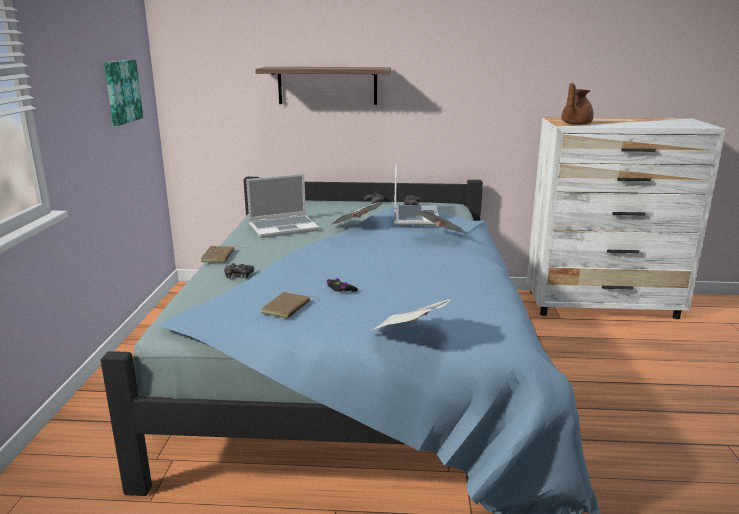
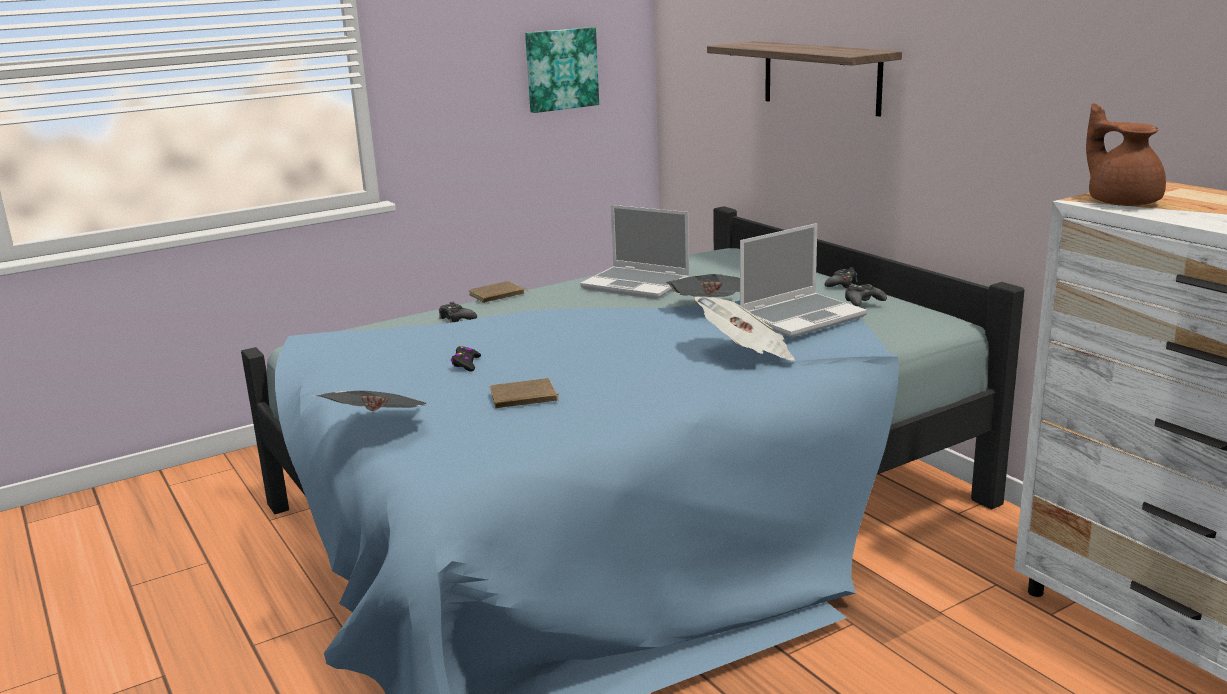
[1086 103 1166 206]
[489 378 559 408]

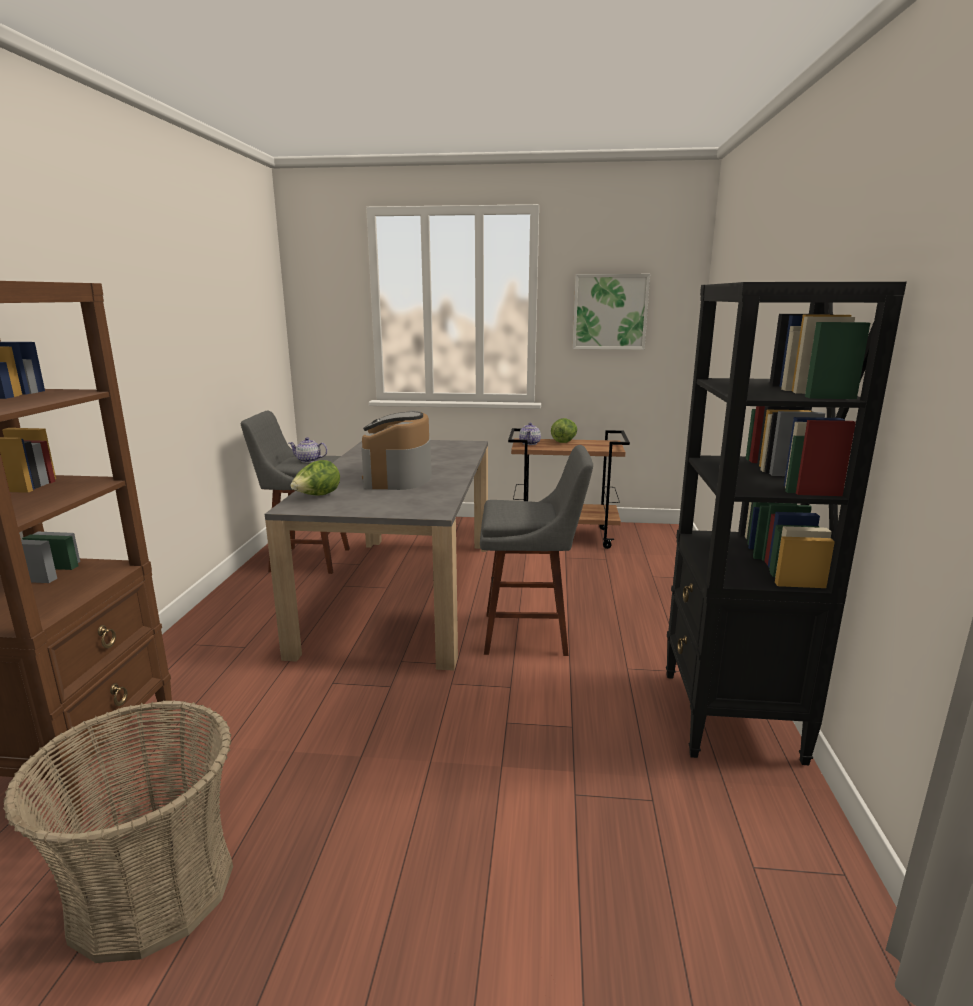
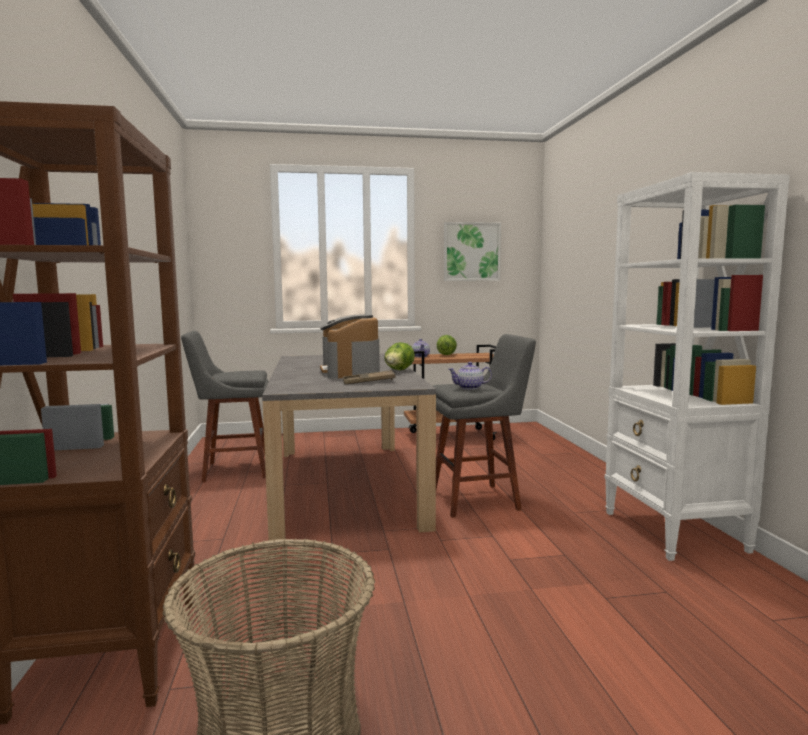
[605 172 790 561]
[449 362 492 390]
[384 342 415 370]
[343 370 396 384]

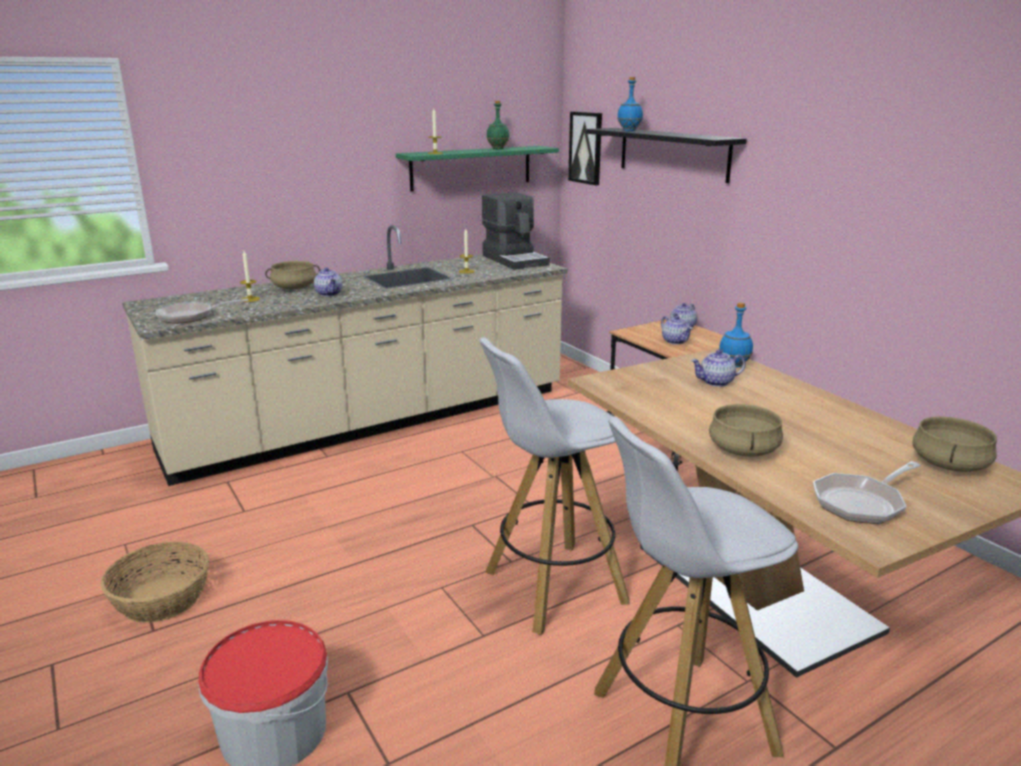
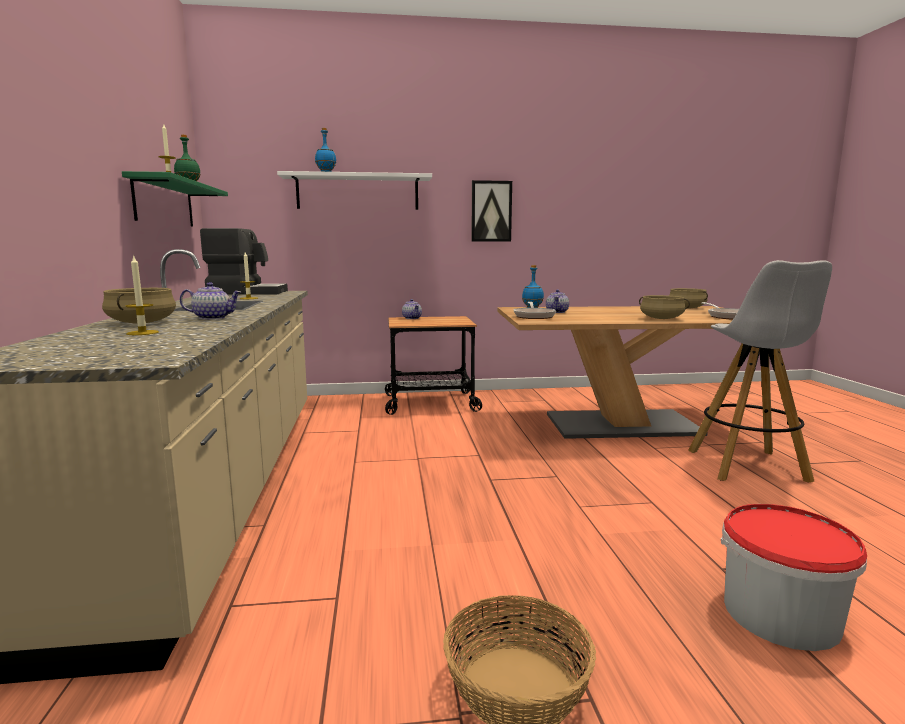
[471 180 512 241]
[277 171 432 210]
[513 302 556 319]
[661 316 693 345] (first image)
[480 337 629 635] (first image)

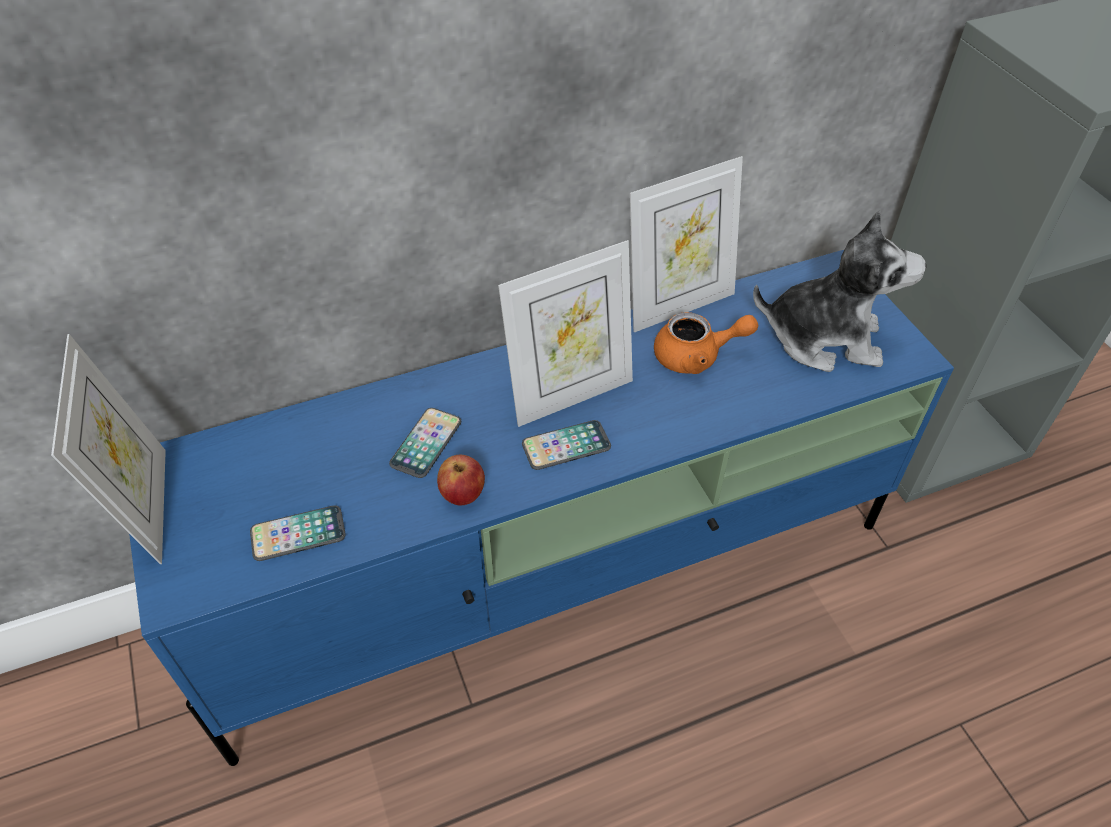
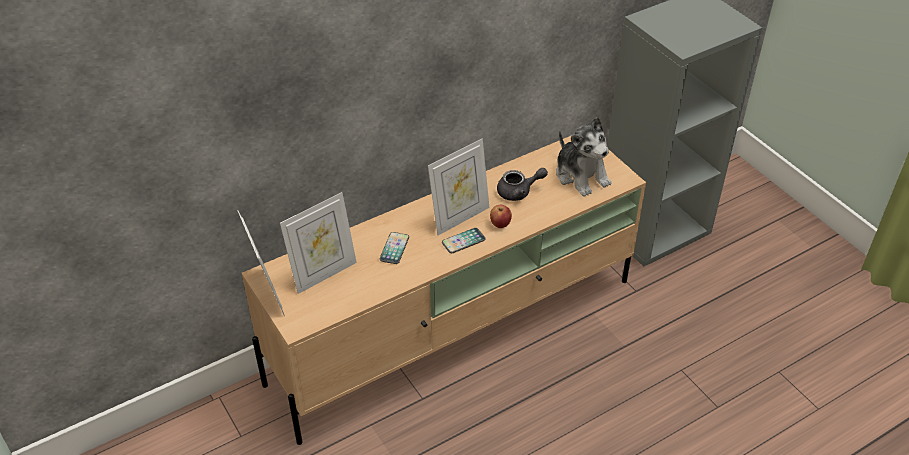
[280 192 357 294]
[556 117 611 197]
[242 135 646 445]
[497 168 548 201]
[490 205 512 228]
[250 505 346 561] (first image)

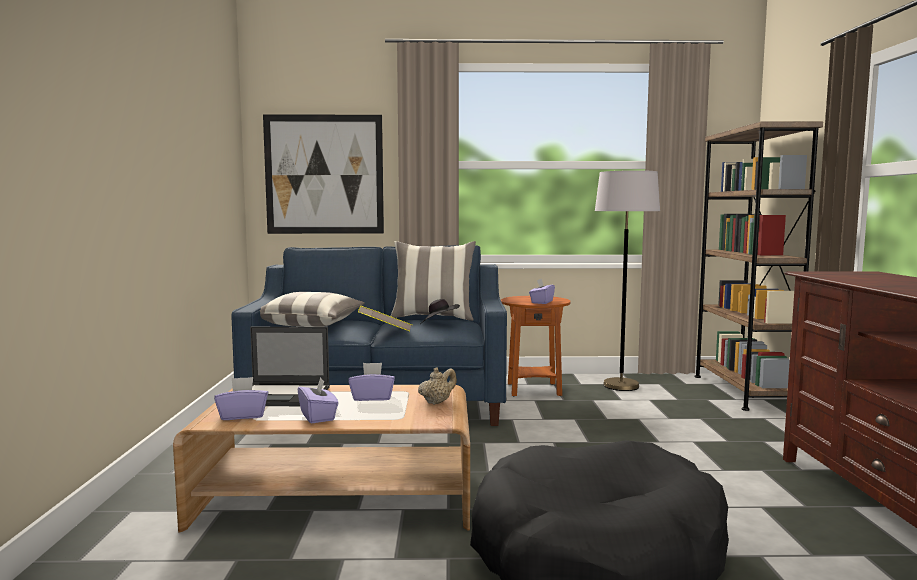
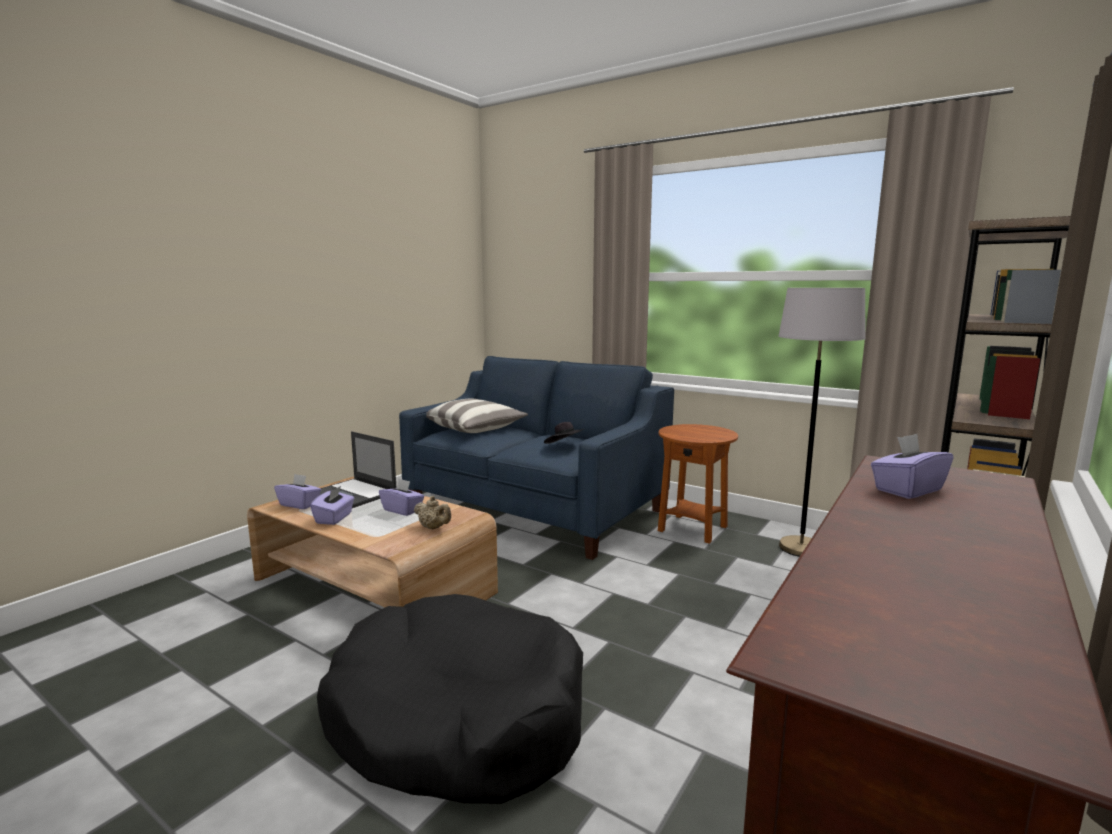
[263 114 384 234] (first image)
[391 241 476 321] (first image)
[871 434 953 499]
[358 306 412 331] (first image)
[414 496 451 529]

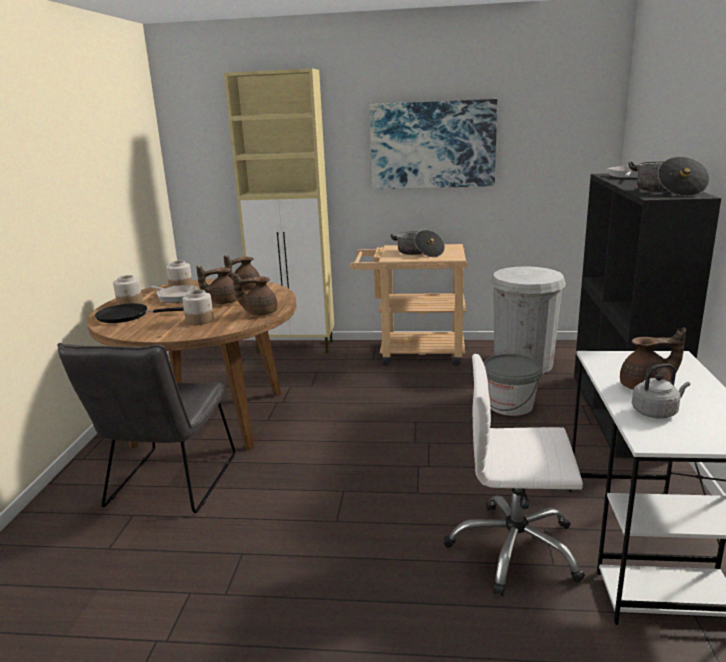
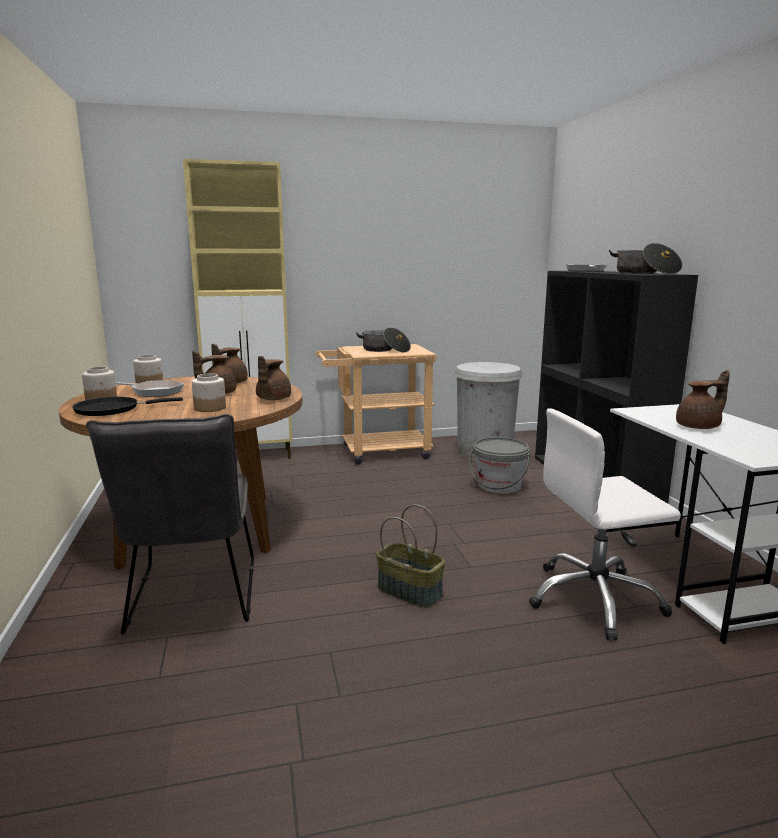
[369 99 497 189] (first image)
[256 356 291 400]
[632 363 690 419] (first image)
[376 504 445 608]

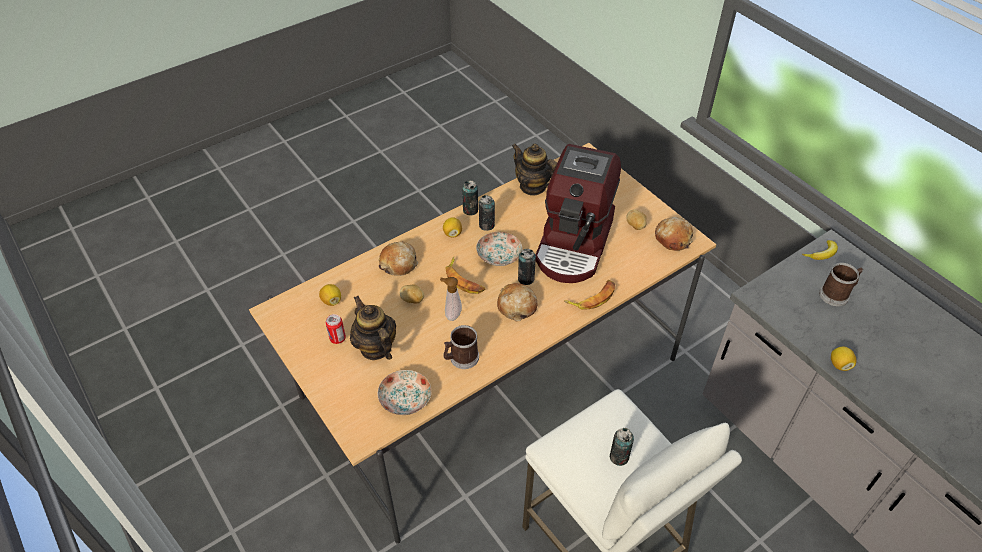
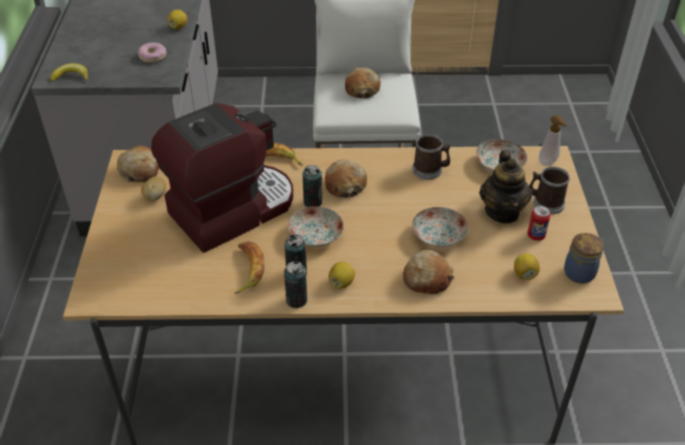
[512 144 557 196] (first image)
[235 241 265 294]
[529 167 570 214]
[539 115 567 166]
[412 207 468 247]
[345 67 381 98]
[138 42 167 63]
[564 233 604 283]

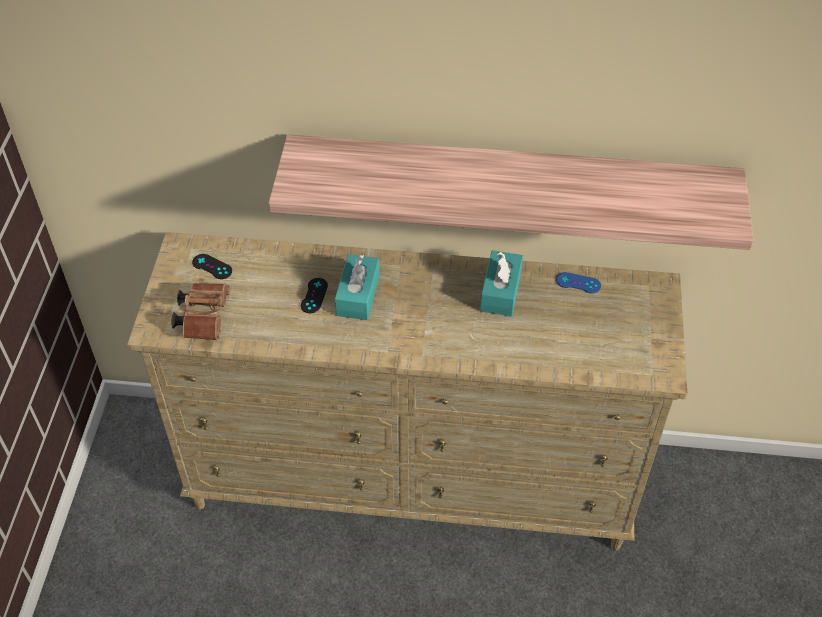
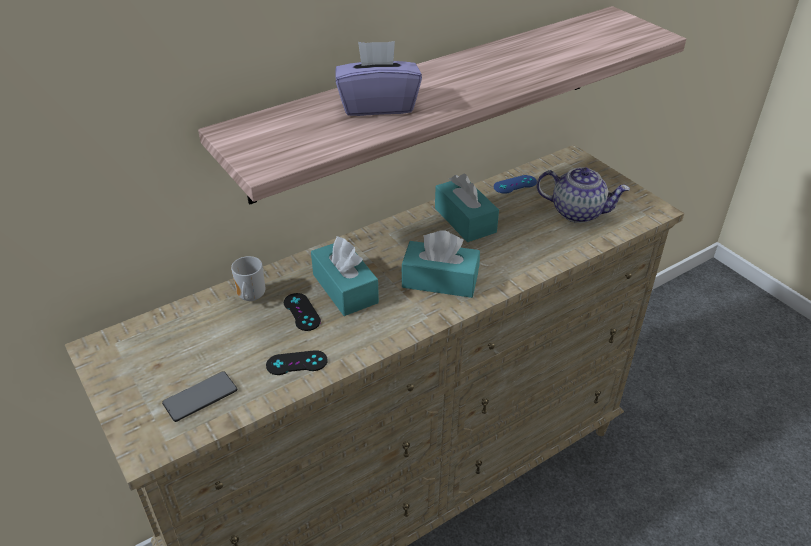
[266 350 328 375]
[162 371 237 422]
[336 41 422 116]
[537 167 630 223]
[402 230 480 298]
[231 256 265 301]

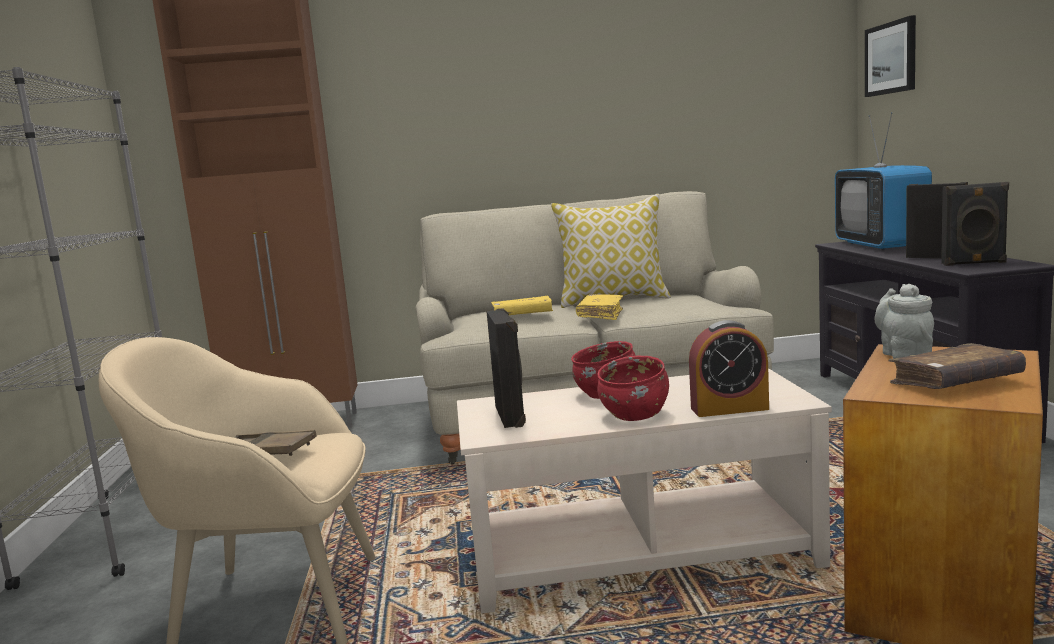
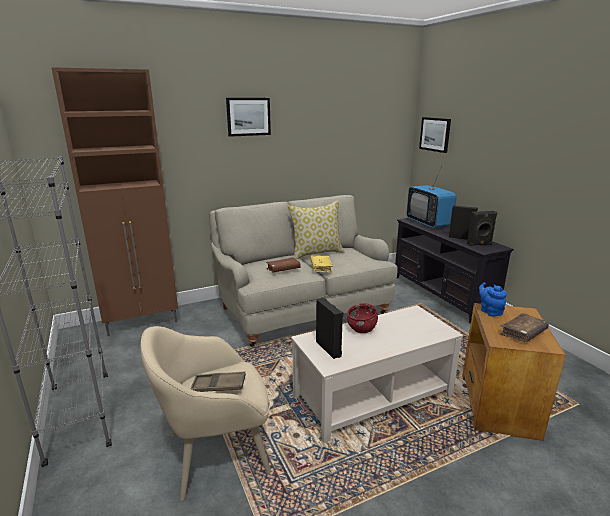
[479 282 507 317]
[266 257 301 273]
[689 320 769 417] (first image)
[597 355 669 421] (first image)
[226 98 271 137]

